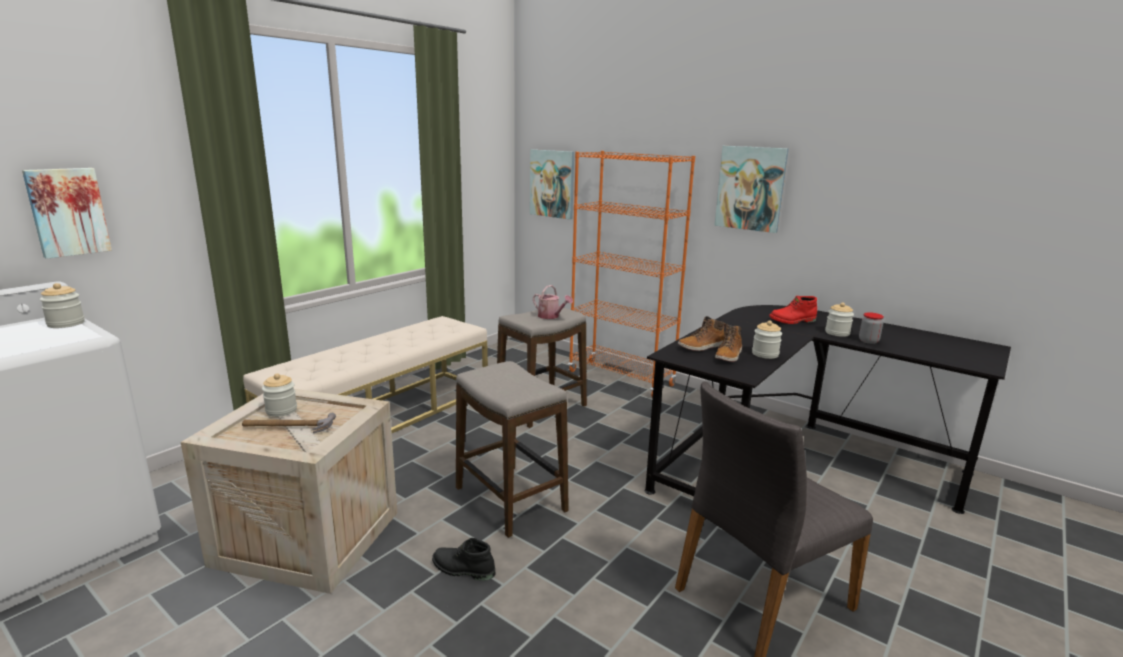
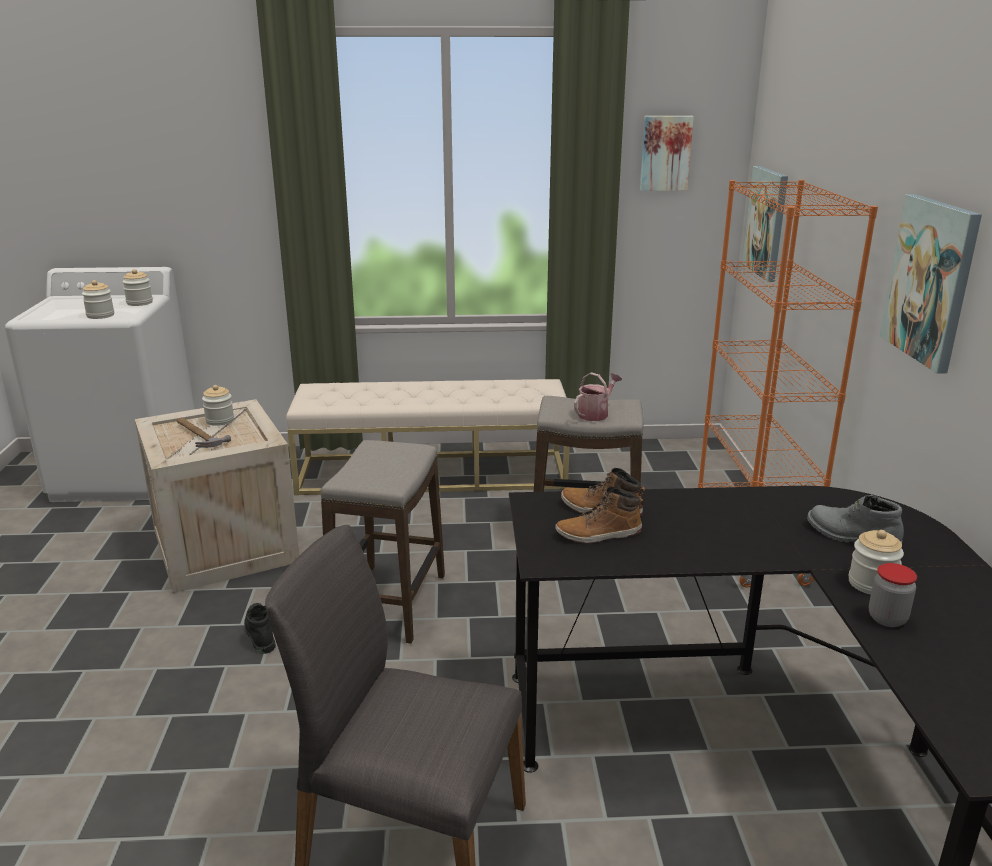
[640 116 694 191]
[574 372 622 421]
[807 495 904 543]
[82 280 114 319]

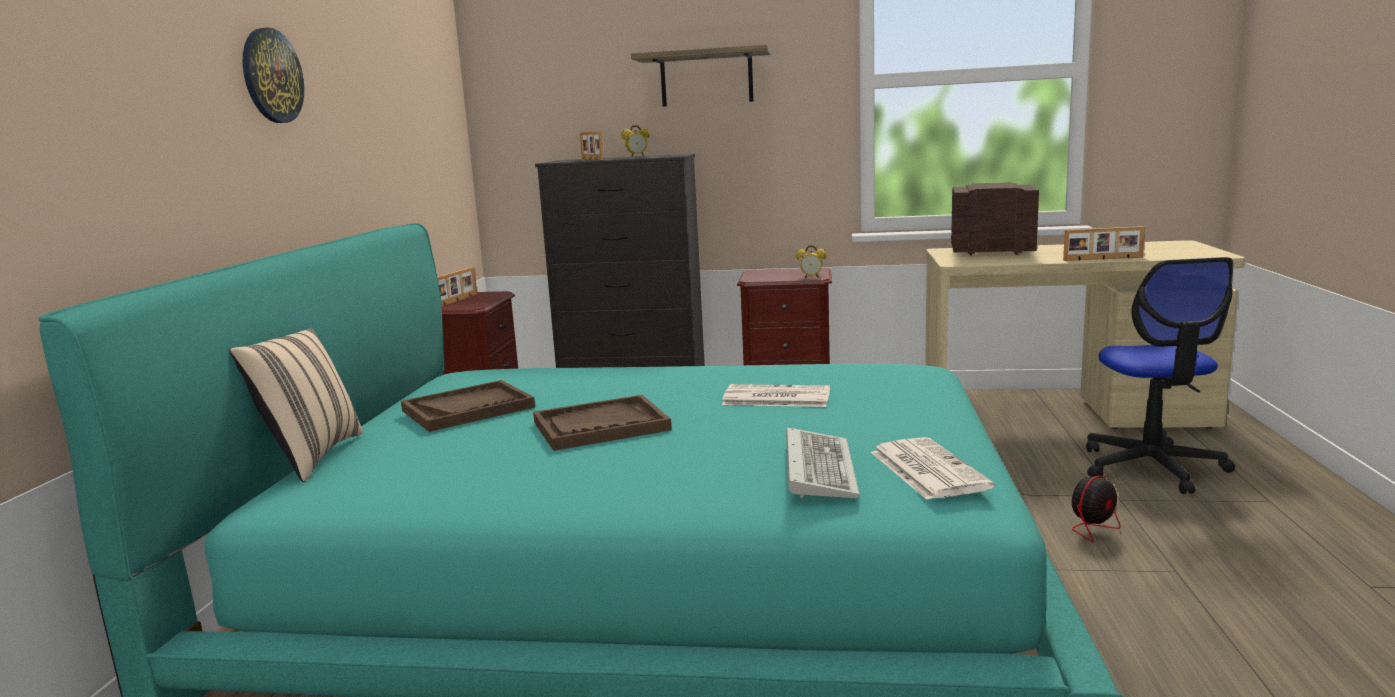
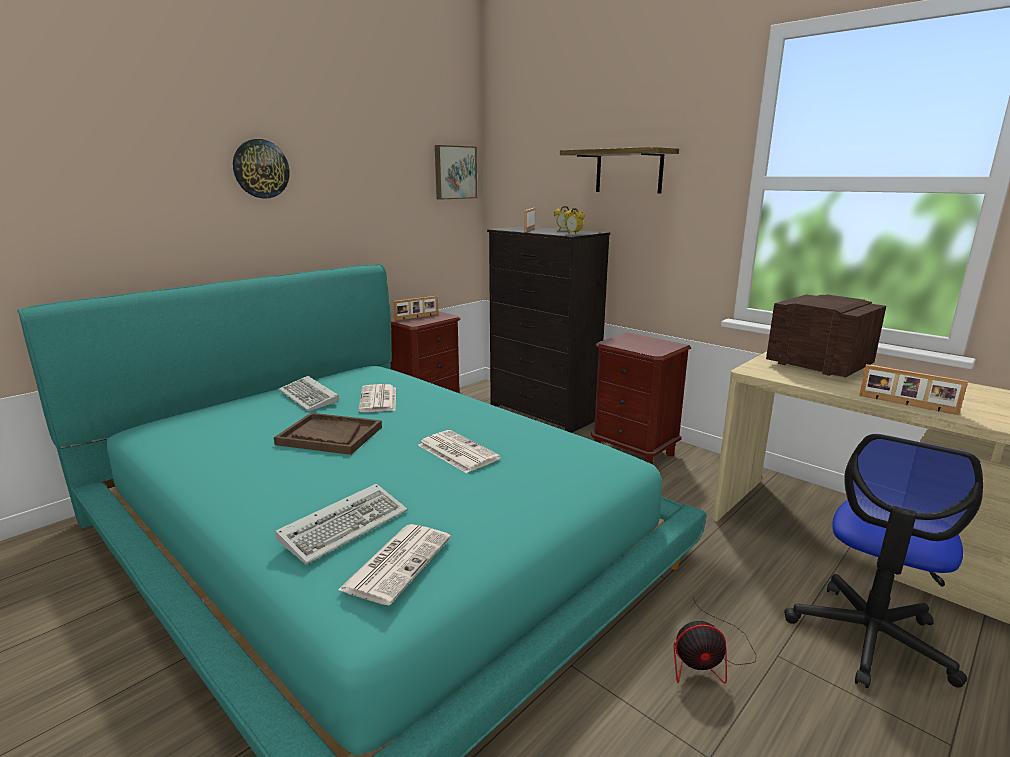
[564 208 585 234]
[229 328 363 482] (first image)
[279 376 339 411]
[435 145 477 199]
[358 384 396 412]

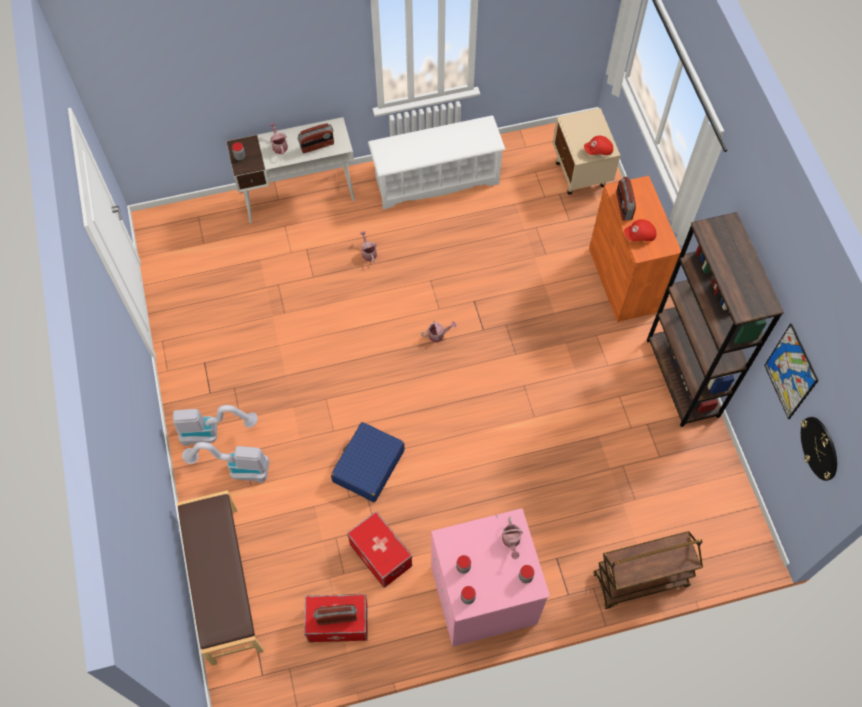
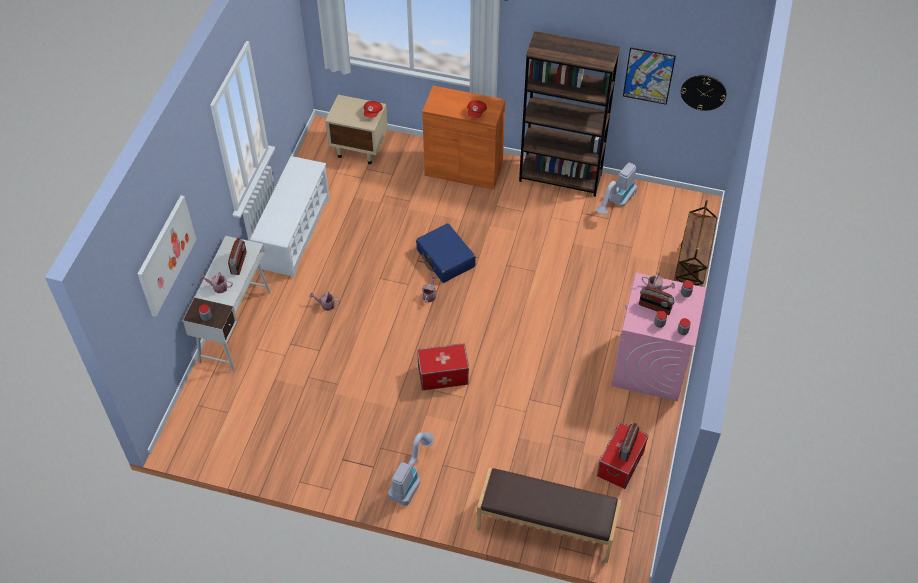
[639 286 675 315]
[416 223 476 283]
[596 162 637 214]
[417 343 469 390]
[138 195 196 317]

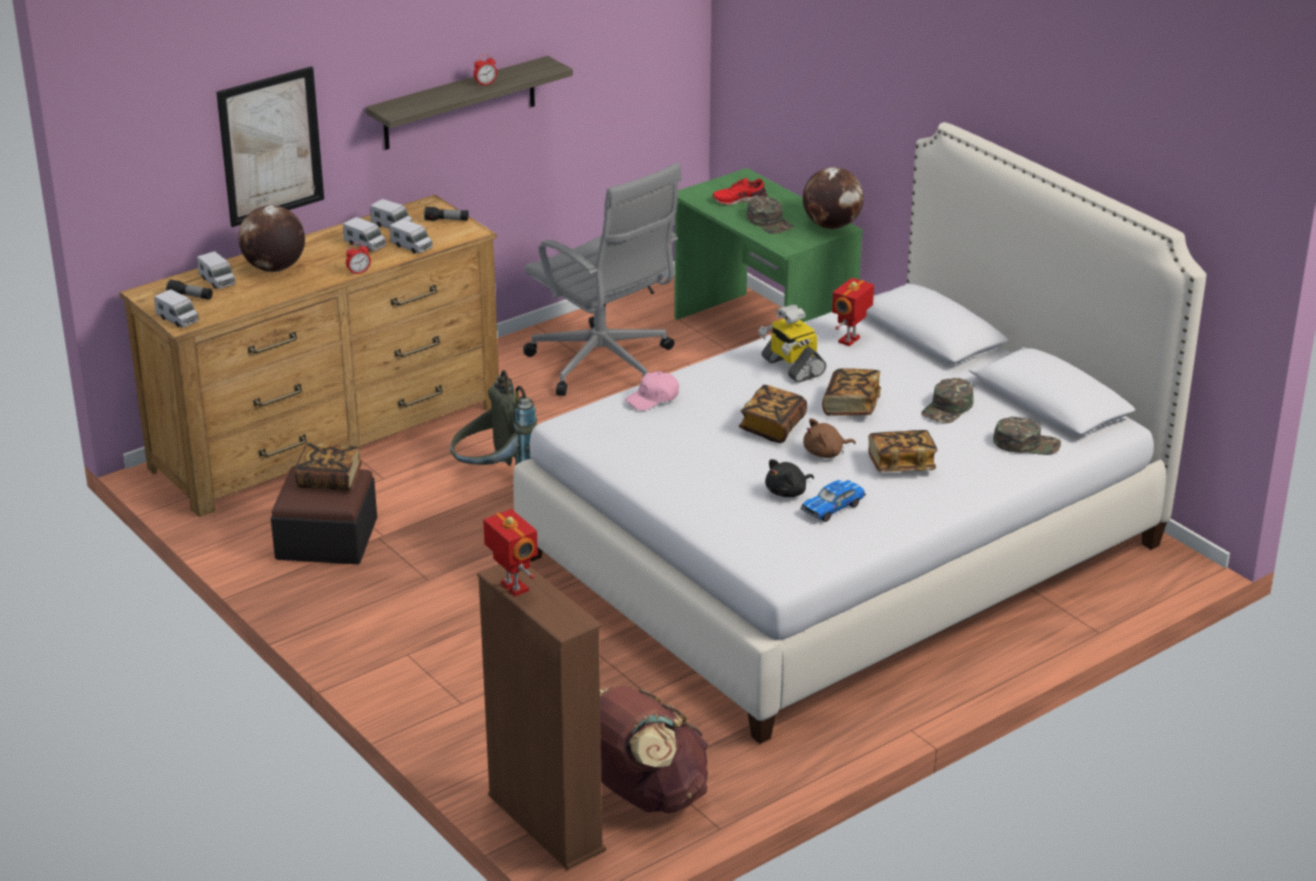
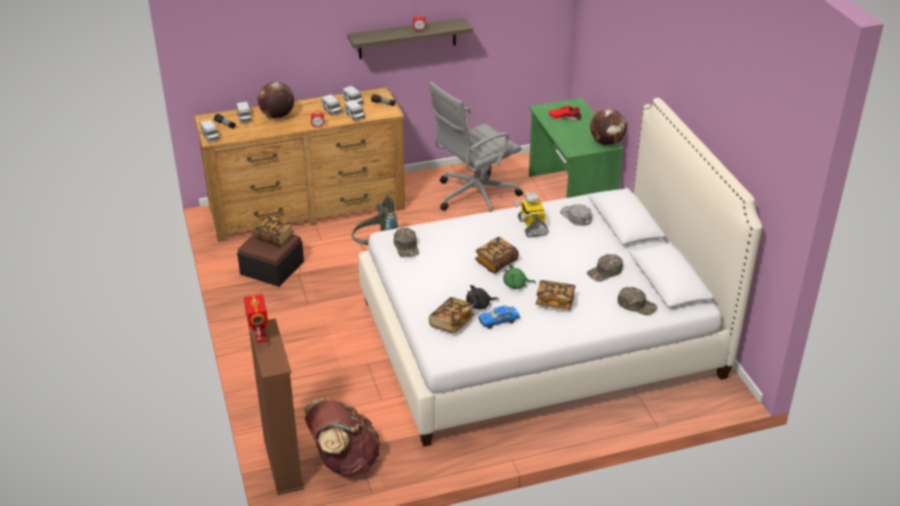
[216 66 324 227] (first image)
[429 81 523 212]
[394 228 419 257]
[560 204 592 226]
[429 297 474 333]
[625 371 679 411] (first image)
[503 264 536 289]

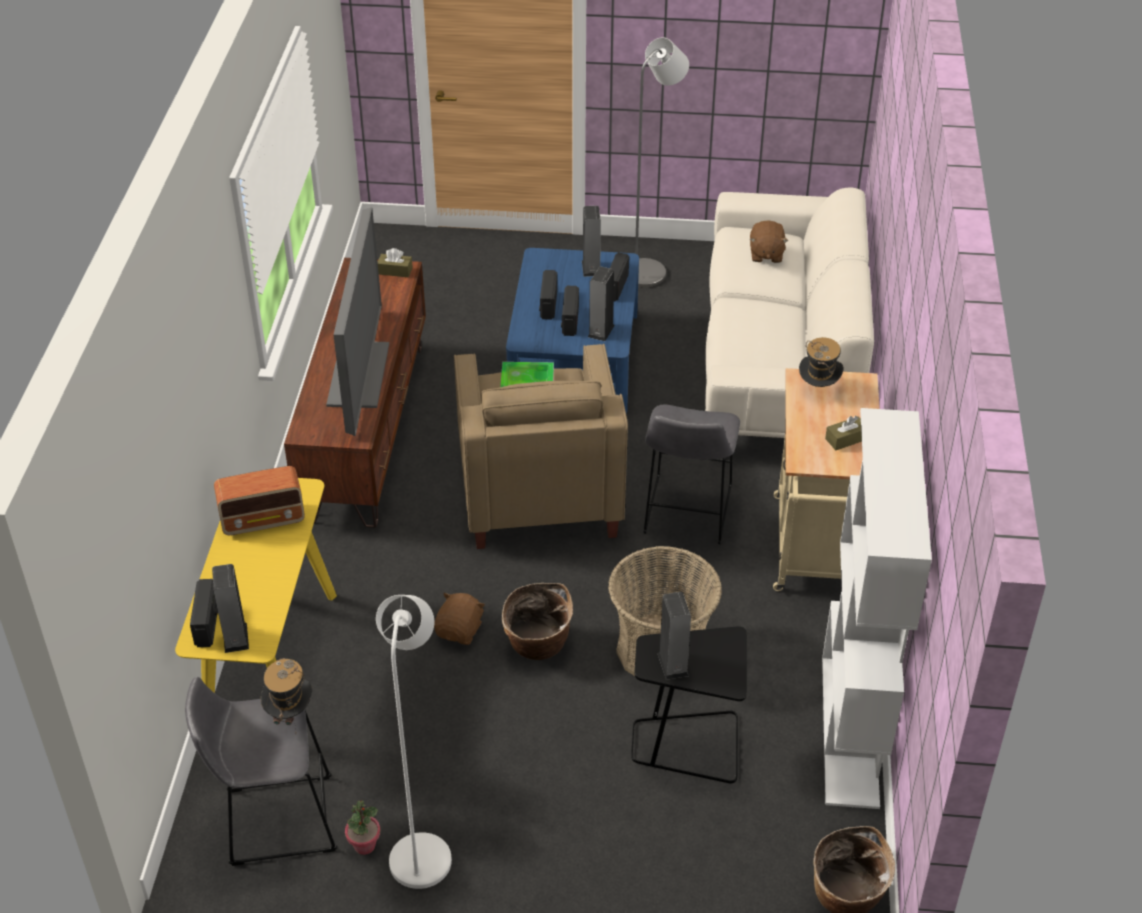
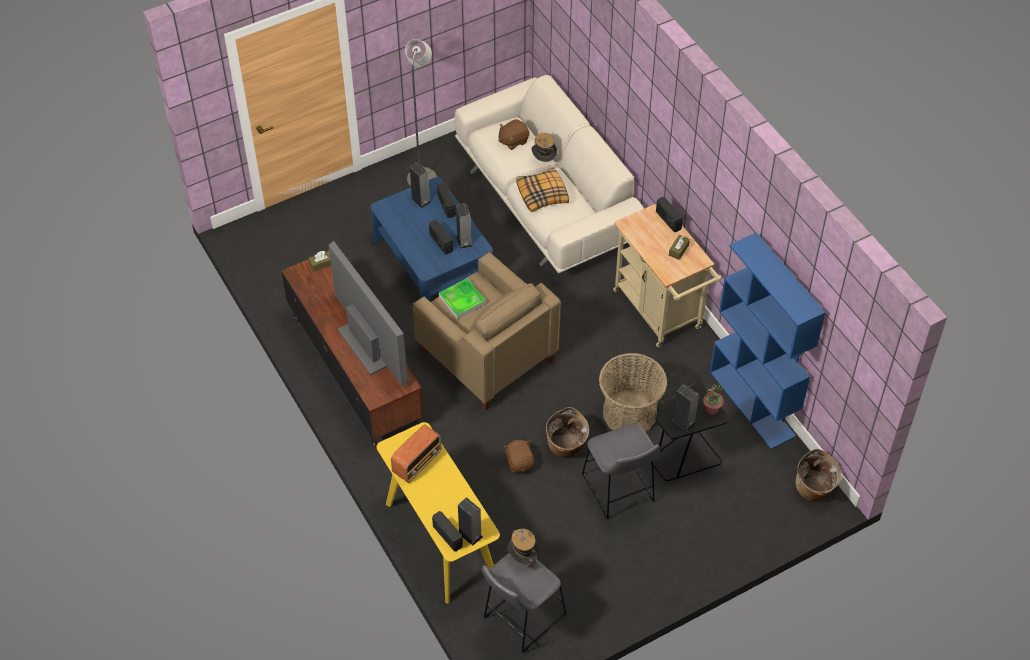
[498 119 529 150]
[656 197 683 232]
[532 133 557 162]
[582 423 660 519]
[710 232 826 449]
[376 595 452 889] (first image)
[703 384 724 415]
[516 168 569 212]

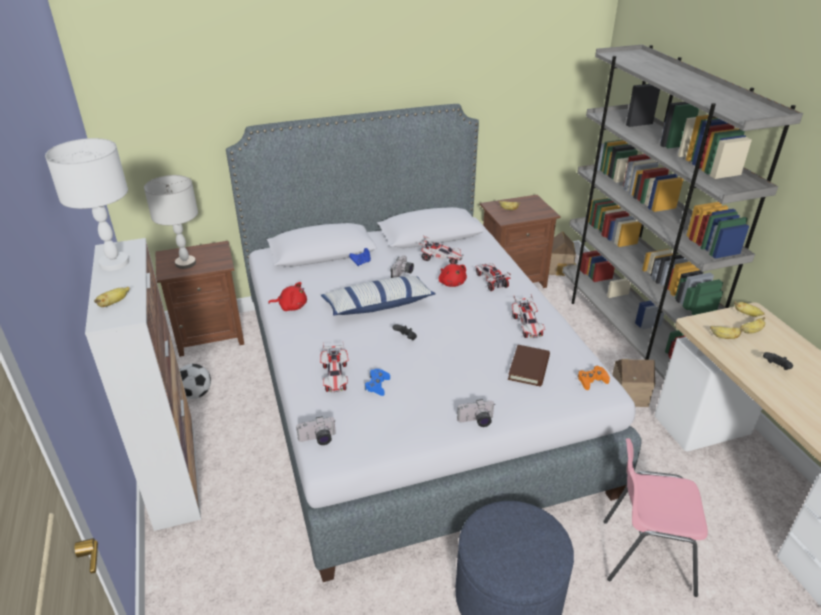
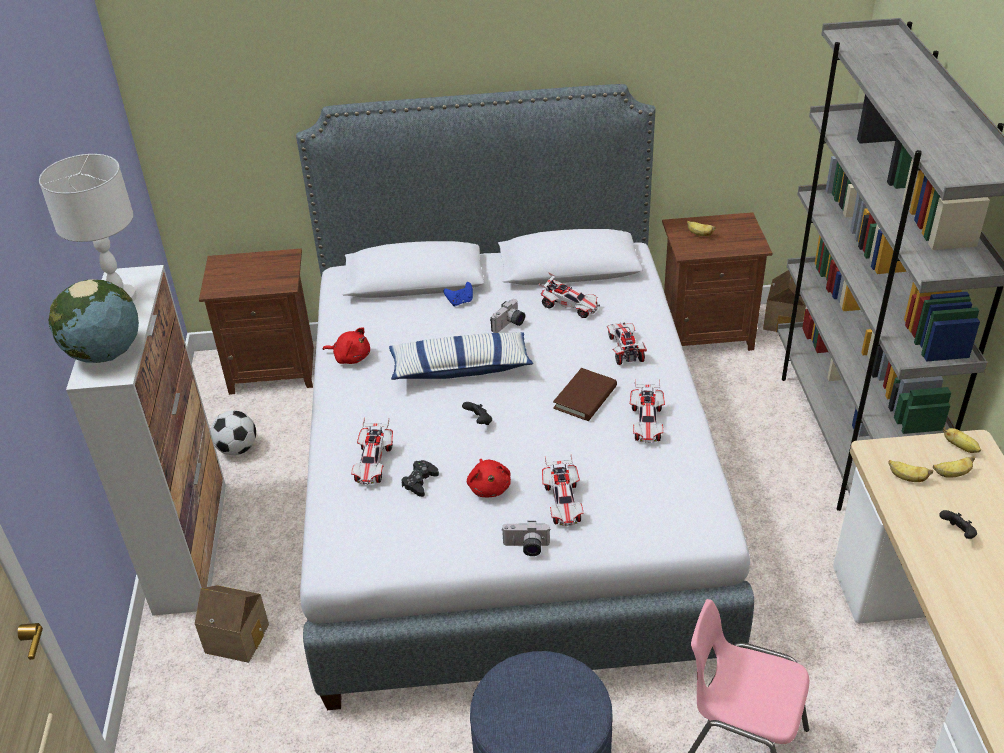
[144 175 198 269] (first image)
[467 459 511 497]
[48 279 139 363]
[553 368 617 421]
[194 585 269 663]
[578 366 610 390] (first image)
[401 460 439 497]
[296 416 336 445] (first image)
[542 455 583 526]

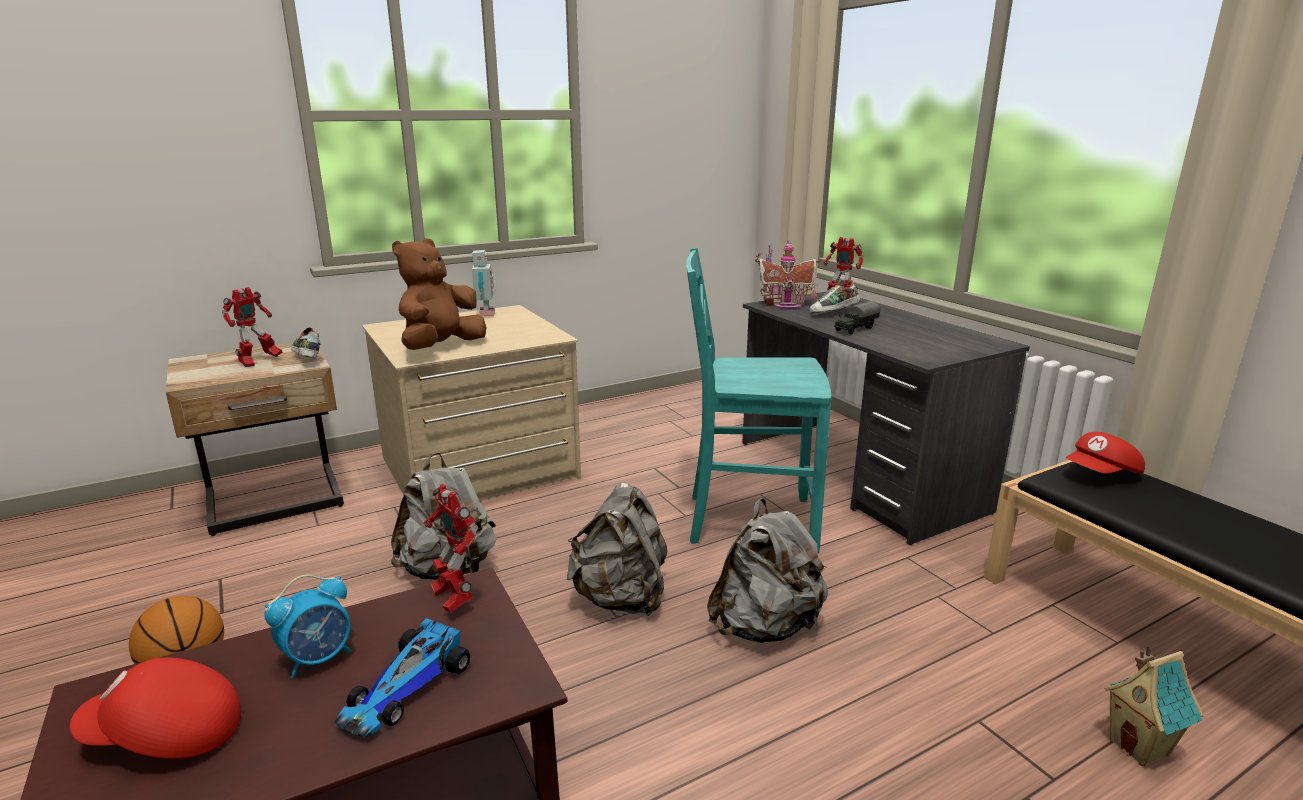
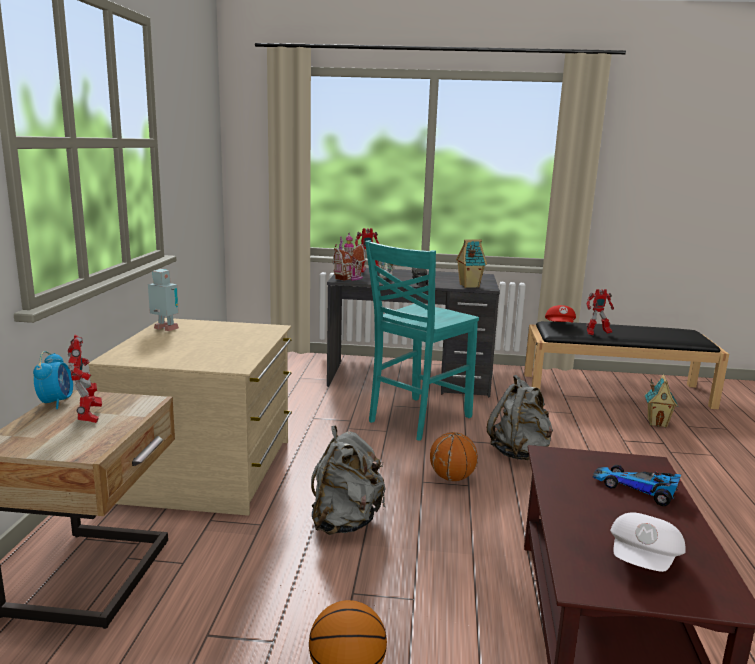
[392 238 487 350] (first image)
[291 327 321 359] (first image)
[586 289 614 335]
[430 432 478 481]
[33 351 73 409]
[593 465 681 506]
[610 512 686 572]
[456 239 487 288]

